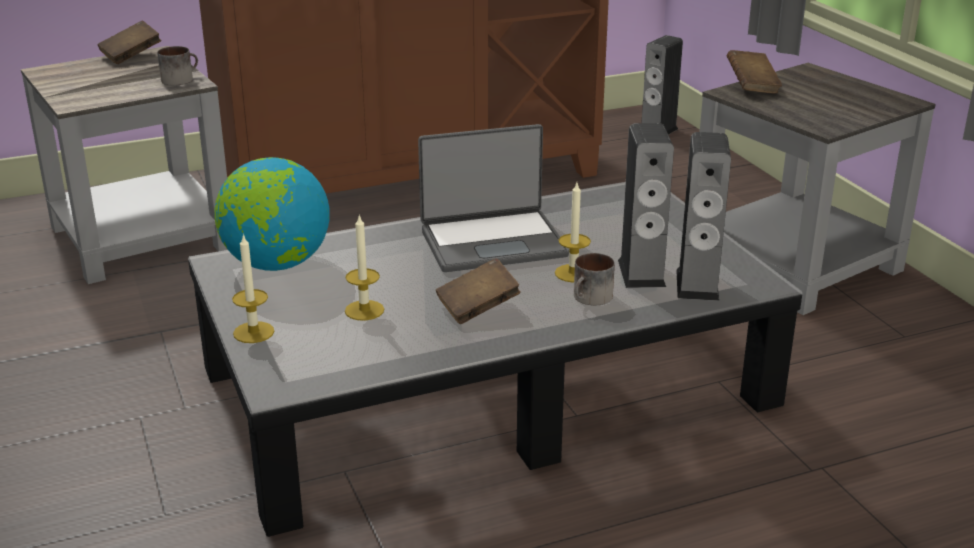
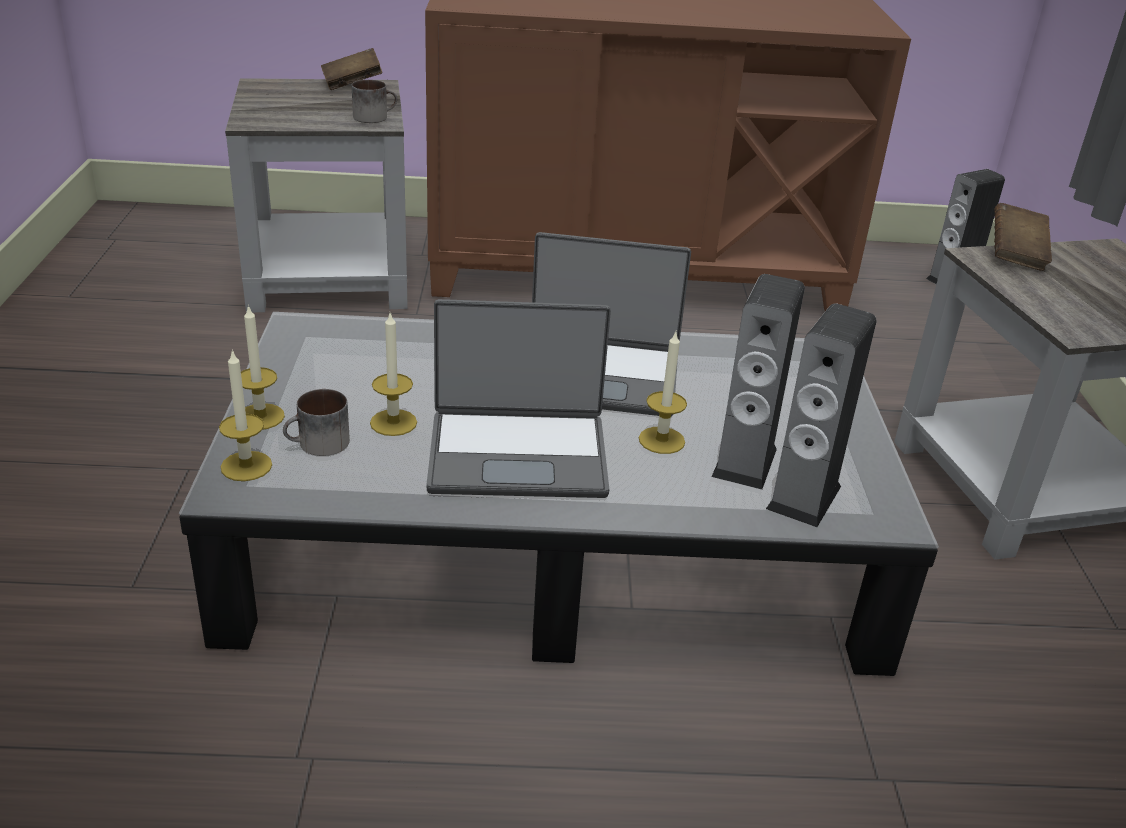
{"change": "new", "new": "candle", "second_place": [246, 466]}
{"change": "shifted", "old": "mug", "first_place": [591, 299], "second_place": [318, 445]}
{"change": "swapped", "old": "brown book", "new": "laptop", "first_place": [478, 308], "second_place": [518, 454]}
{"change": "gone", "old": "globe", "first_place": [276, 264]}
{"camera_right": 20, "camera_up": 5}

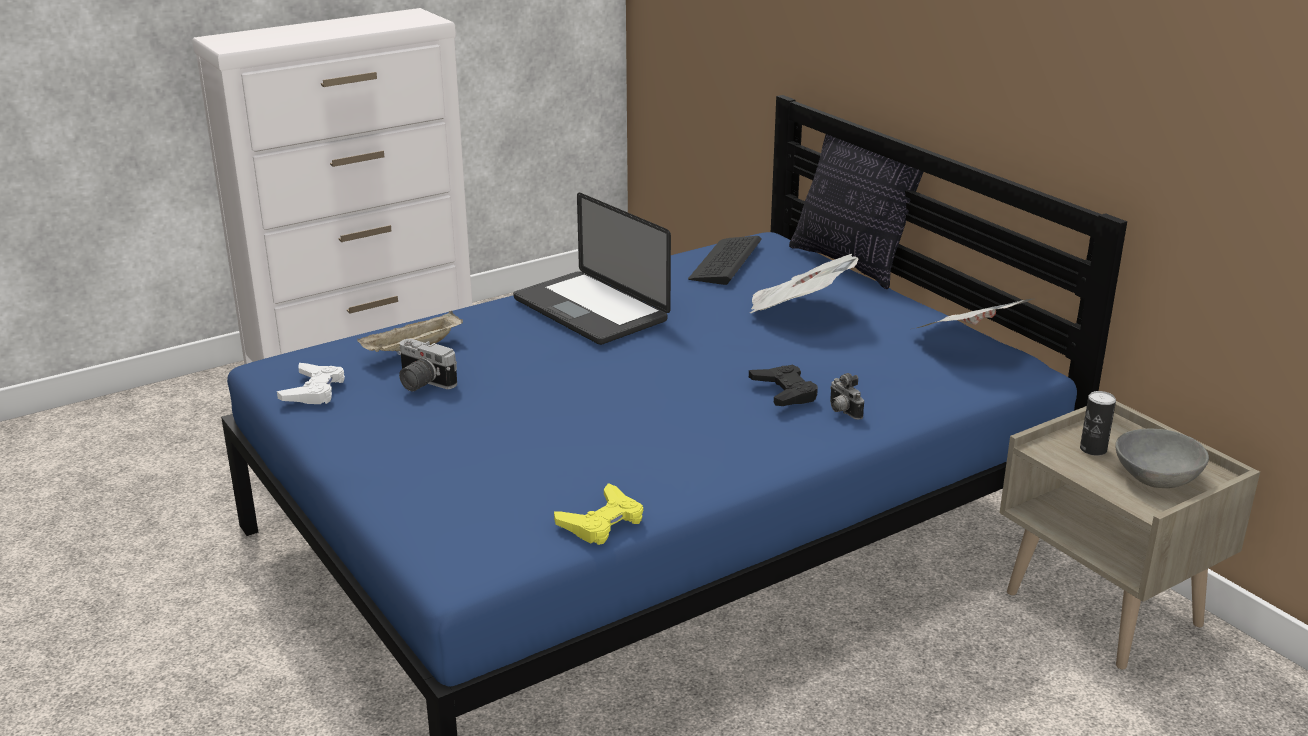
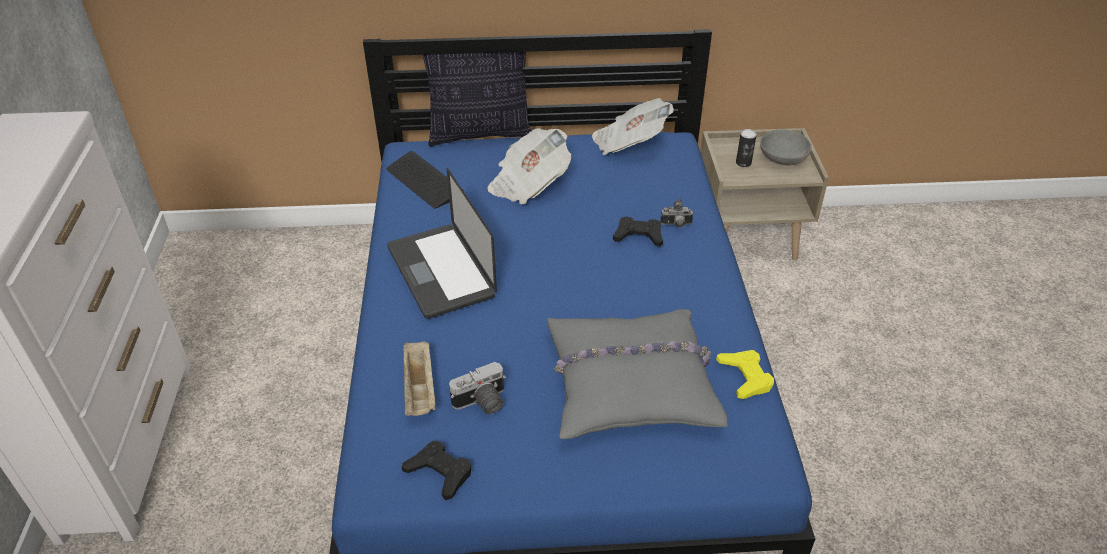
{"change": "rotated", "old": "laptop", "first_place": [590, 310], "second_place": [441, 272], "degrees": 75}
{"change": "repainted", "old": "white game controller", "new": "black game controller", "first_place": [314, 390], "second_place": [440, 472]}
{"change": "new", "new": "grey pillow", "second_place": [631, 383]}
{"camera_right": -60, "camera_up": 15}

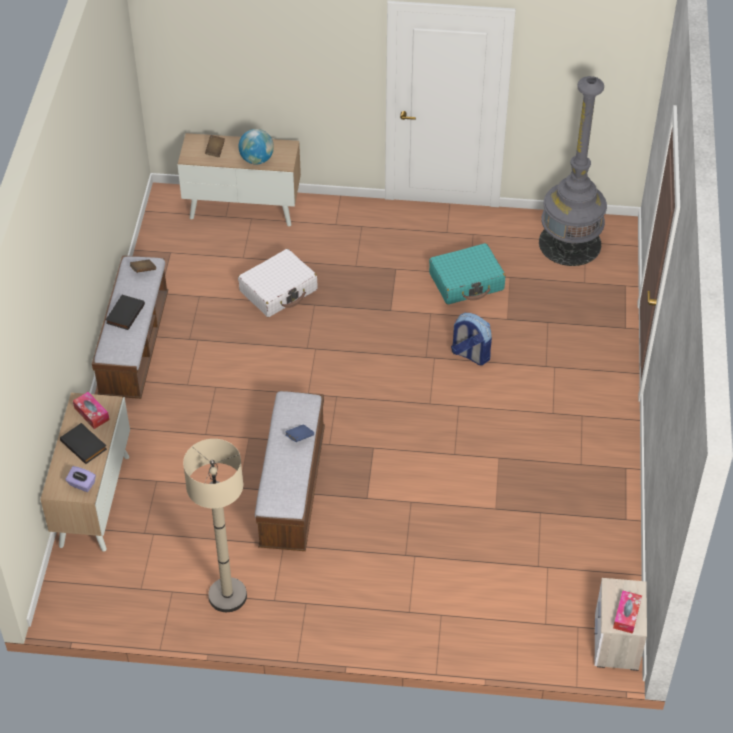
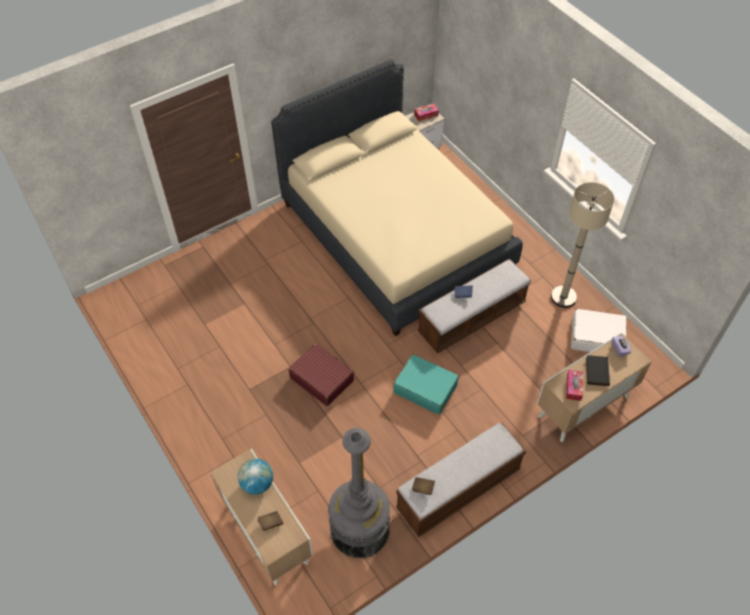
{"change": "new", "new": "beige bed", "second_place": [395, 235]}
{"change": "new", "new": "red suitcase", "second_place": [321, 379]}
{"change": "shifted", "old": "grey floor lamp", "first_place": [570, 243], "second_place": [359, 528]}
{"change": "shifted", "old": "turquoise suitcase", "first_place": [466, 282], "second_place": [425, 388]}
{"change": "shifted", "old": "white suitcase", "first_place": [278, 290], "second_place": [596, 337]}
{"change": "gone", "old": "black book", "first_place": [124, 313]}
{"change": "gone", "old": "backpack", "first_place": [470, 354]}
{"camera_right": -130, "camera_up": 5}

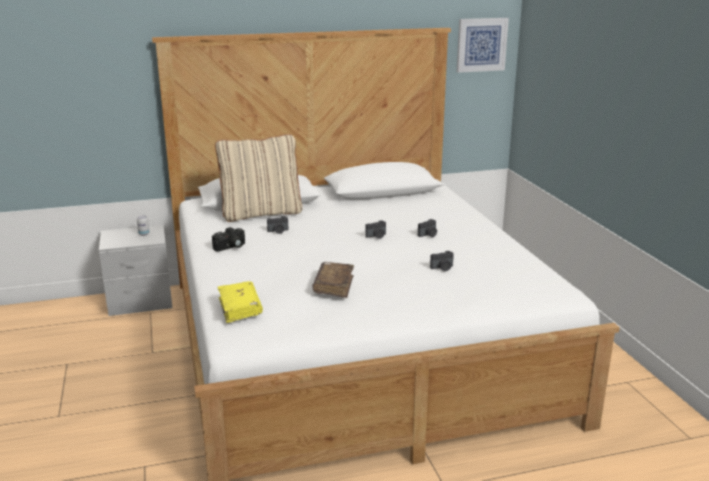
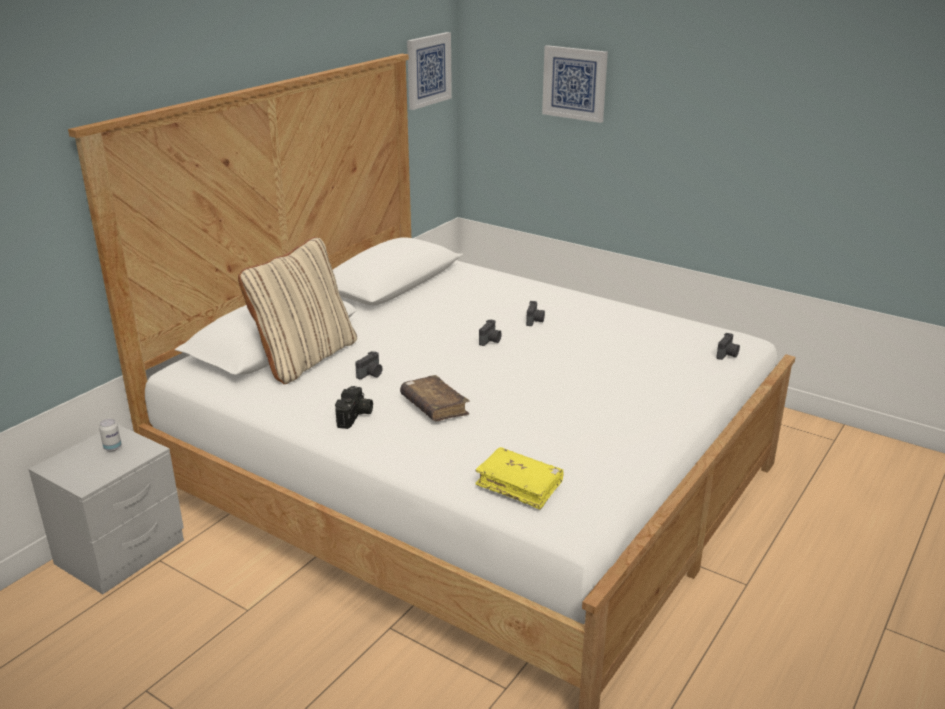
{"change": "shifted", "old": "brown book", "first_place": [334, 286], "second_place": [434, 407]}
{"change": "new", "new": "picture", "second_place": [575, 83]}
{"change": "shifted", "old": "photo camera", "first_place": [442, 268], "second_place": [727, 355]}
{"camera_right": -40, "camera_up": 5}

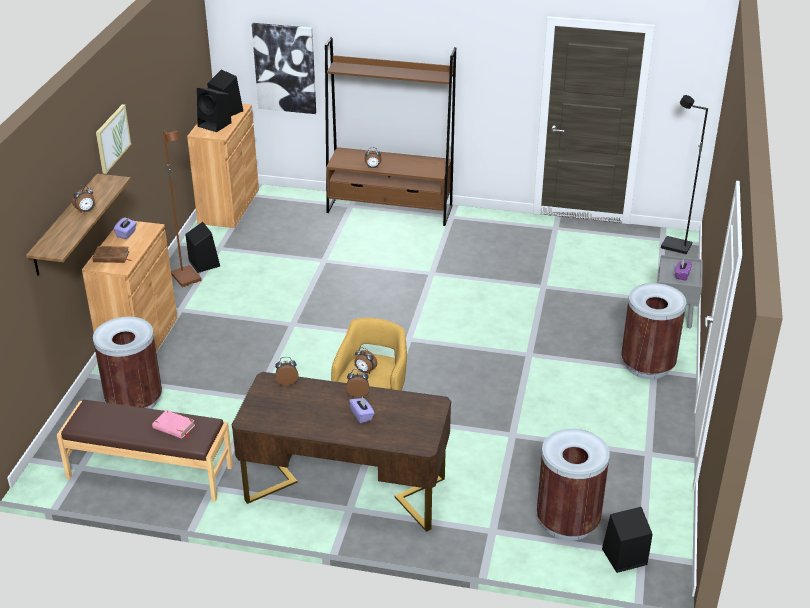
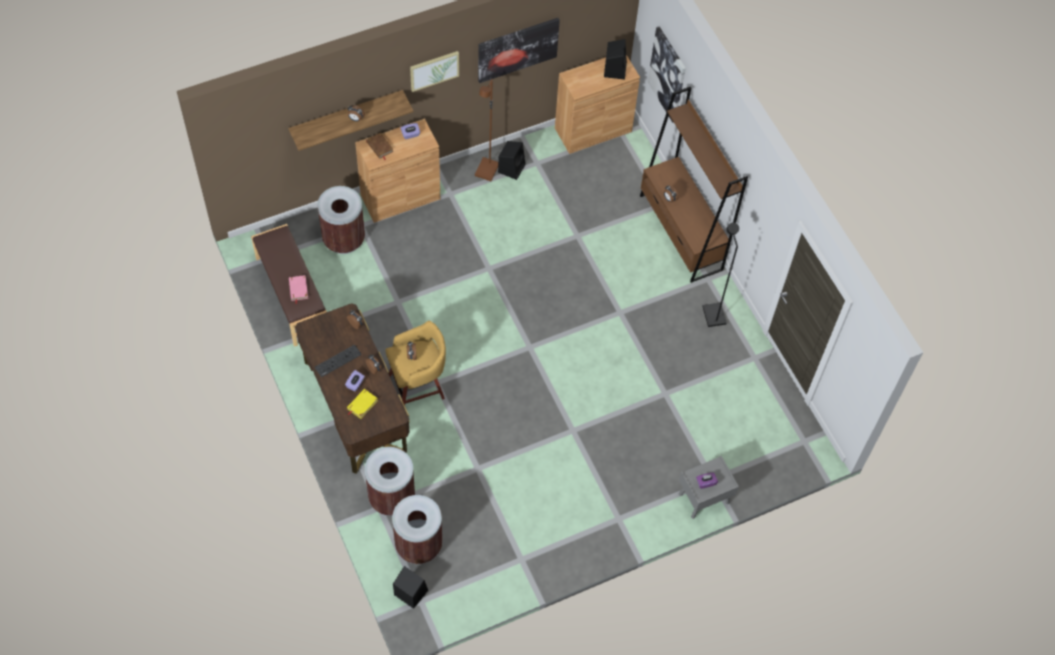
{"change": "new", "new": "keyboard", "second_place": [338, 361]}
{"change": "new", "new": "yellow book", "second_place": [362, 404]}
{"change": "shifted", "old": "brown trash can", "first_place": [647, 365], "second_place": [392, 498]}
{"change": "new", "new": "picture", "second_place": [517, 49]}
{"change": "shifted", "old": "black floor lamp", "first_place": [675, 247], "second_place": [713, 315]}
{"change": "gone", "old": "black speaker", "first_place": [215, 125]}
{"camera_right": 50, "camera_up": 25}

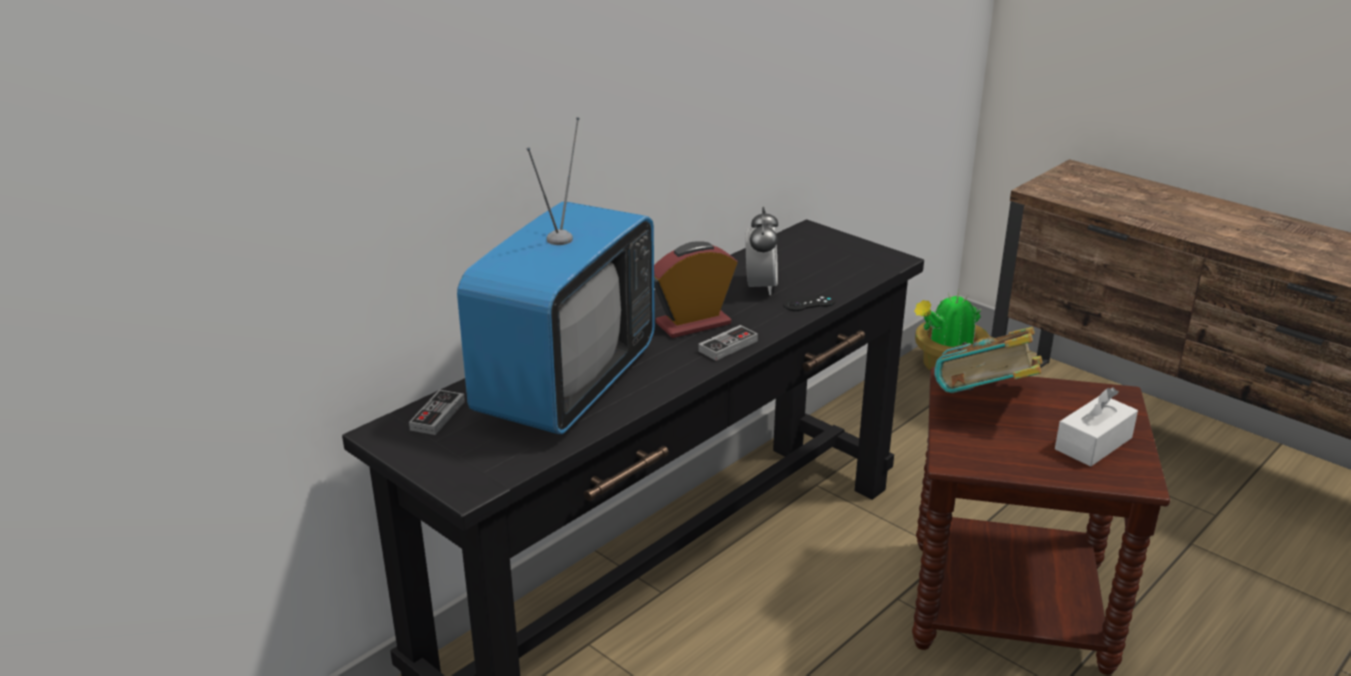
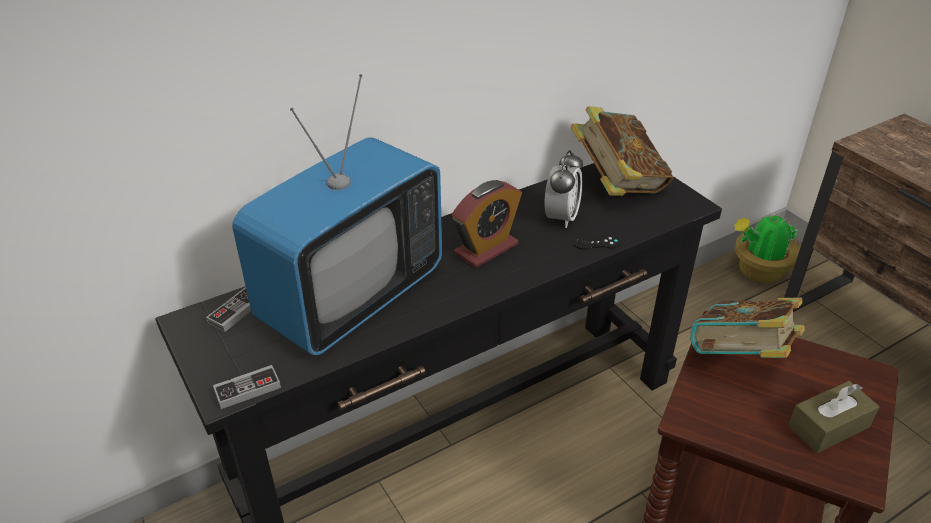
{"change": "shifted", "old": "game controller", "first_place": [728, 346], "second_place": [247, 389]}
{"change": "rotated", "old": "alarm clock", "first_place": [693, 324], "second_place": [486, 249], "degrees": 150}
{"change": "new", "new": "book", "second_place": [617, 184]}
{"change": "repainted", "old": "white tissue box", "new": "brown tissue box", "first_place": [1093, 443], "second_place": [828, 426]}
{"camera_right": 15, "camera_up": 10}

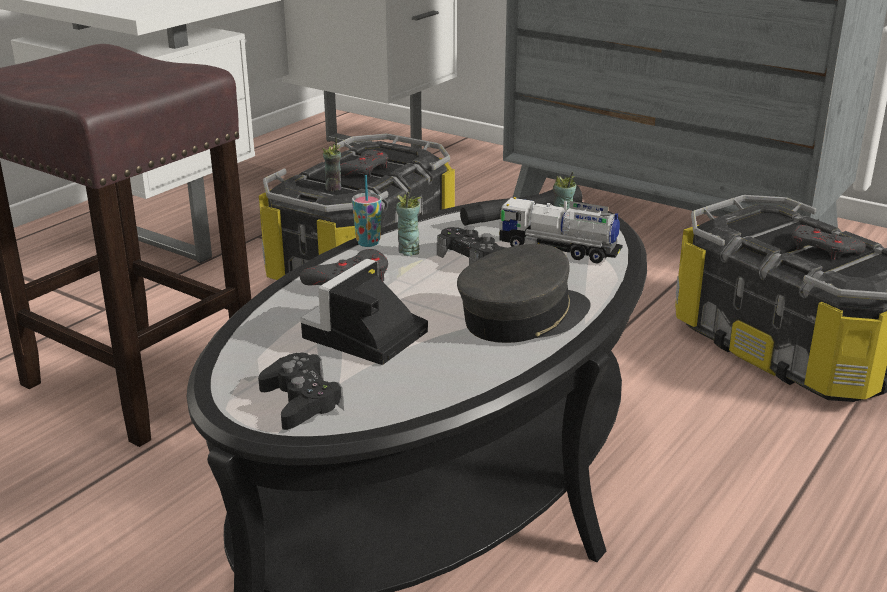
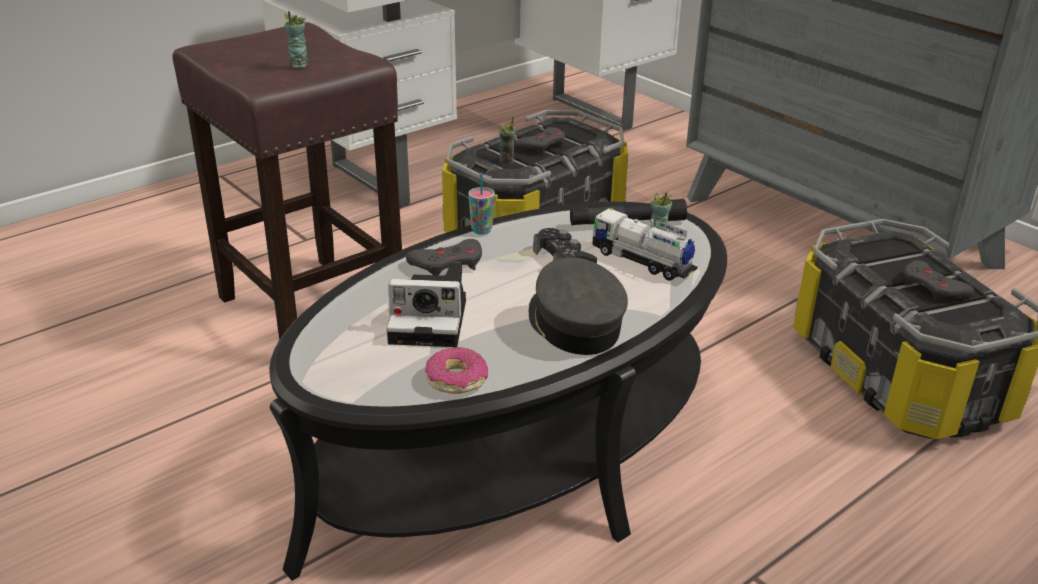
{"change": "shifted", "old": "cup", "first_place": [408, 251], "second_place": [299, 64]}
{"change": "rotated", "old": "photo camera", "first_place": [364, 337], "second_place": [432, 321], "degrees": -135}
{"change": "new", "new": "donut", "second_place": [456, 379]}
{"change": "rotated", "old": "grey cap", "first_place": [523, 317], "second_place": [573, 324], "degrees": -90}
{"change": "gone", "old": "black game controller", "first_place": [301, 401]}
{"camera_right": 15, "camera_up": 5}

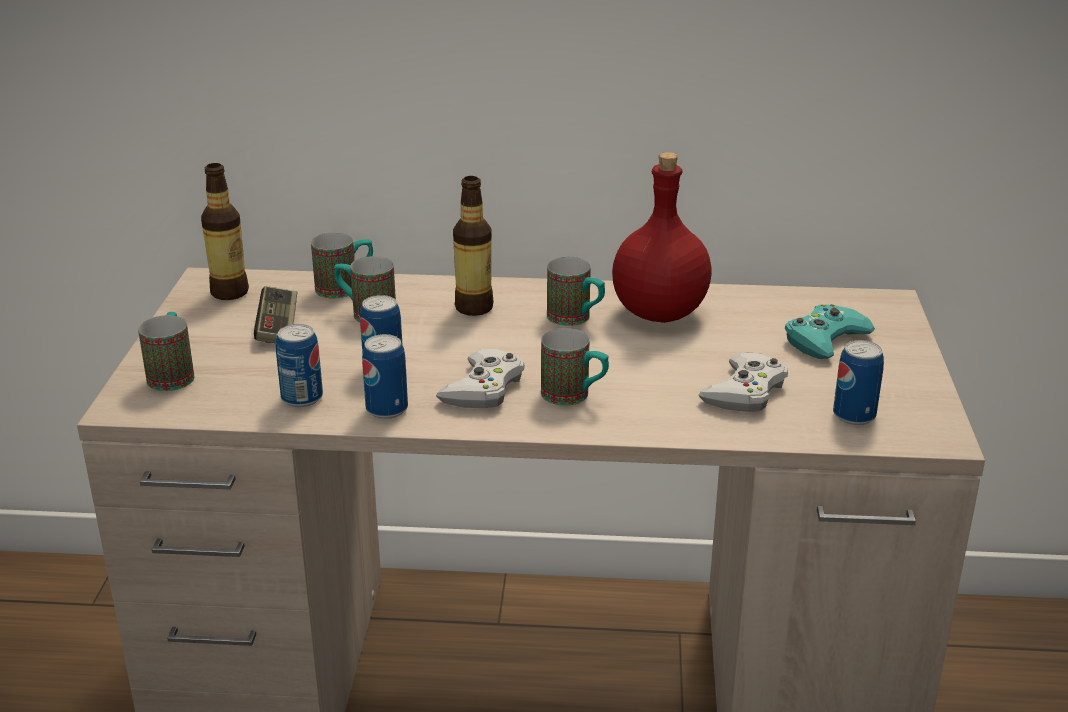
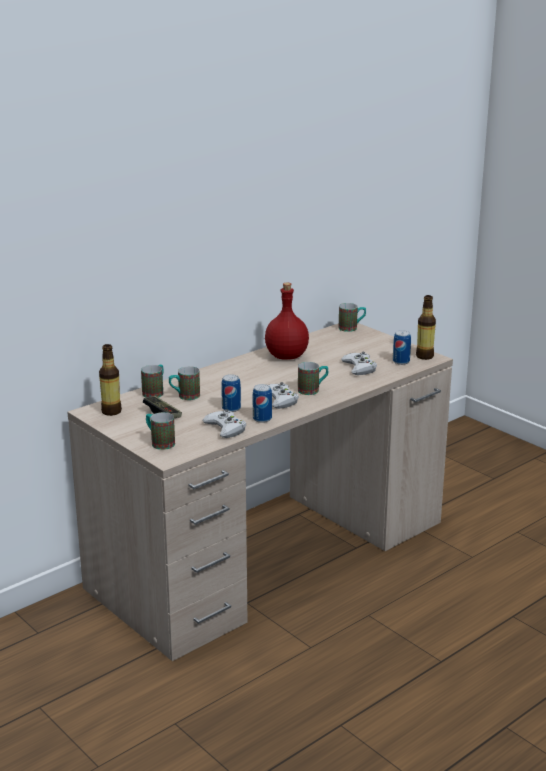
{"change": "swapped", "old": "can", "new": "white game controller", "first_place": [302, 398], "second_place": [225, 428]}
{"change": "shifted", "old": "mug", "first_place": [576, 319], "second_place": [352, 328]}
{"change": "shifted", "old": "bottle", "first_place": [474, 307], "second_place": [424, 356]}
{"change": "gone", "old": "turquoise game controller", "first_place": [825, 339]}
{"camera_right": -45, "camera_up": -5}

